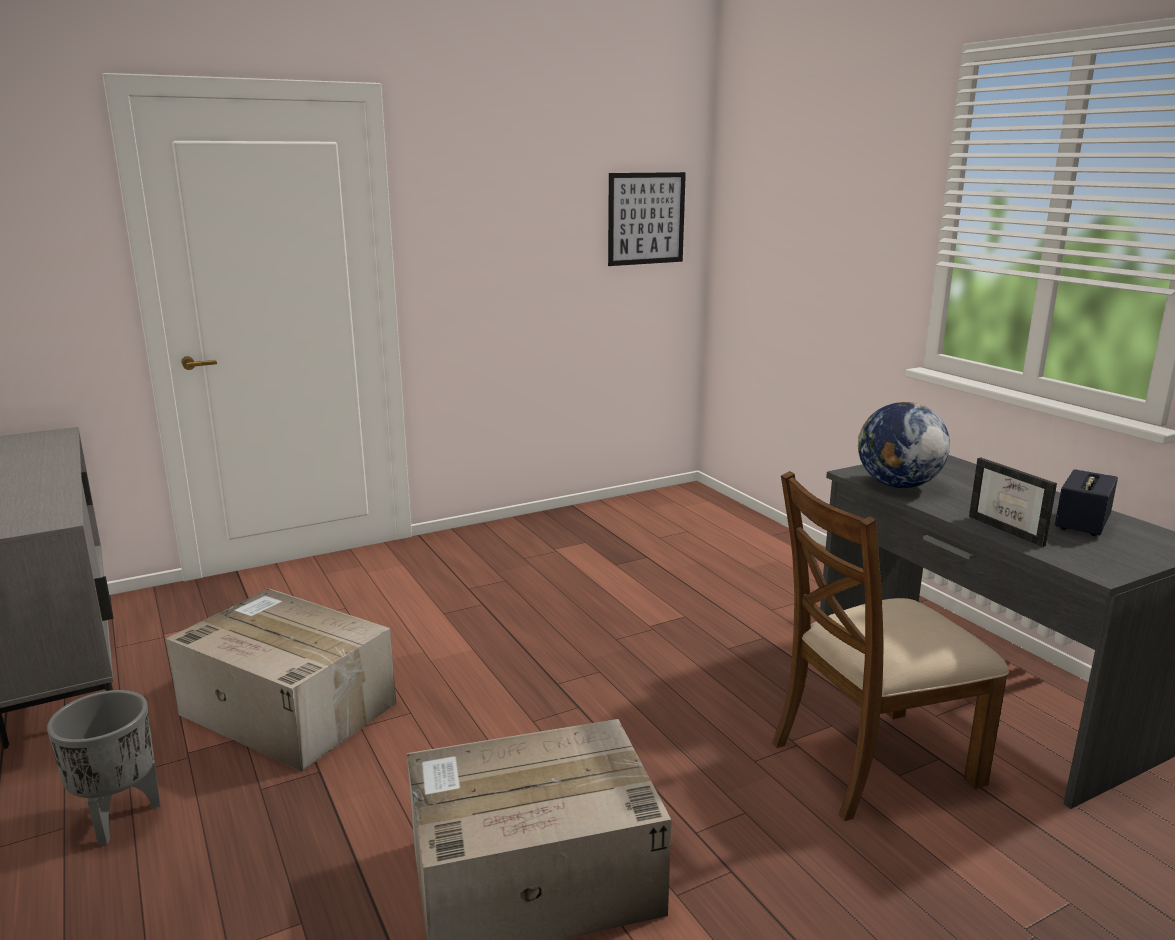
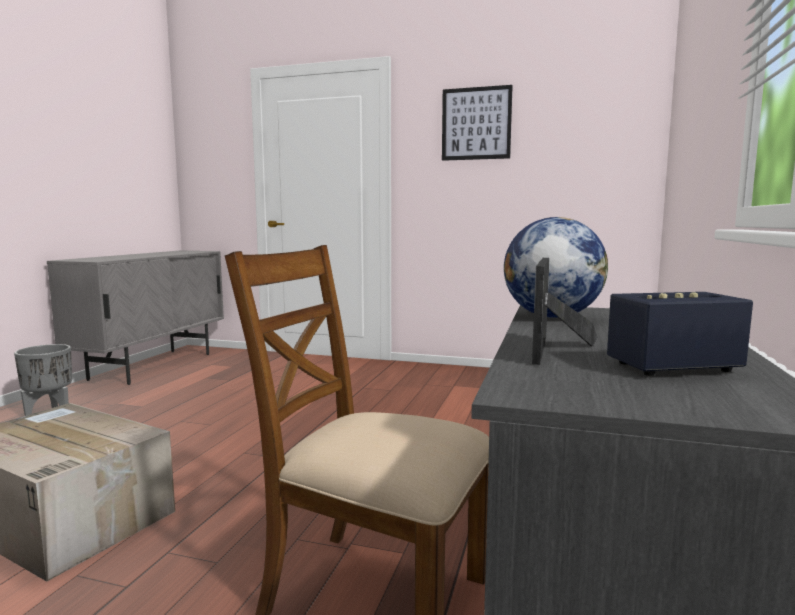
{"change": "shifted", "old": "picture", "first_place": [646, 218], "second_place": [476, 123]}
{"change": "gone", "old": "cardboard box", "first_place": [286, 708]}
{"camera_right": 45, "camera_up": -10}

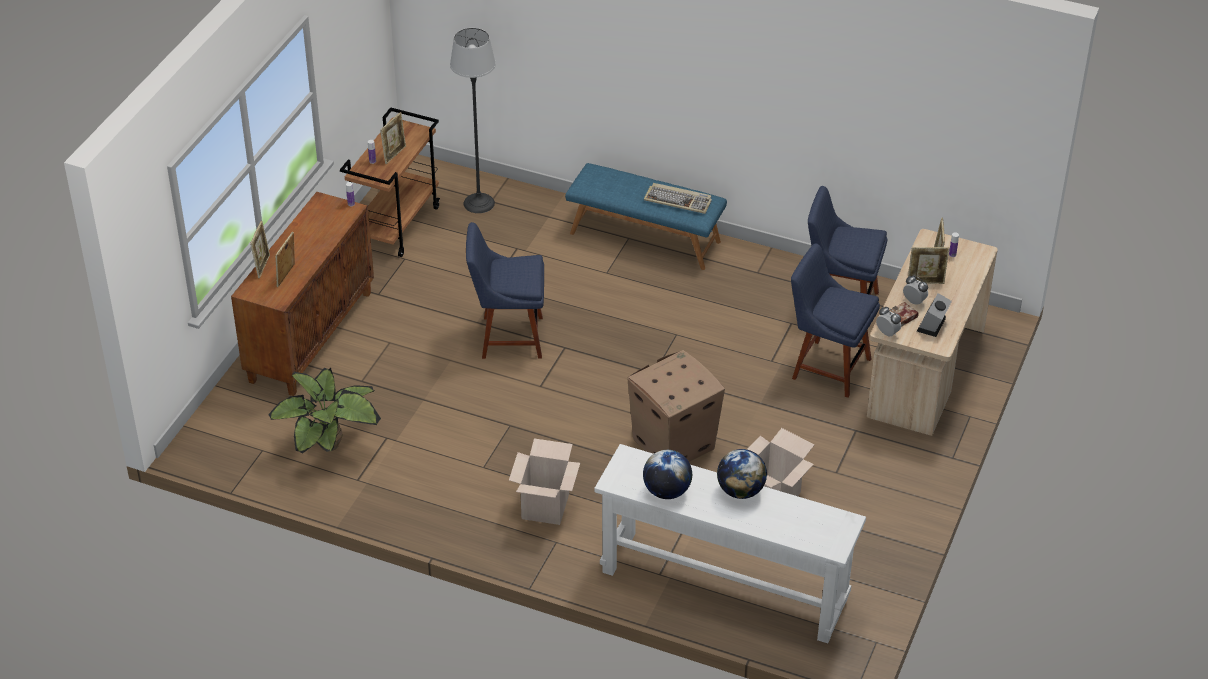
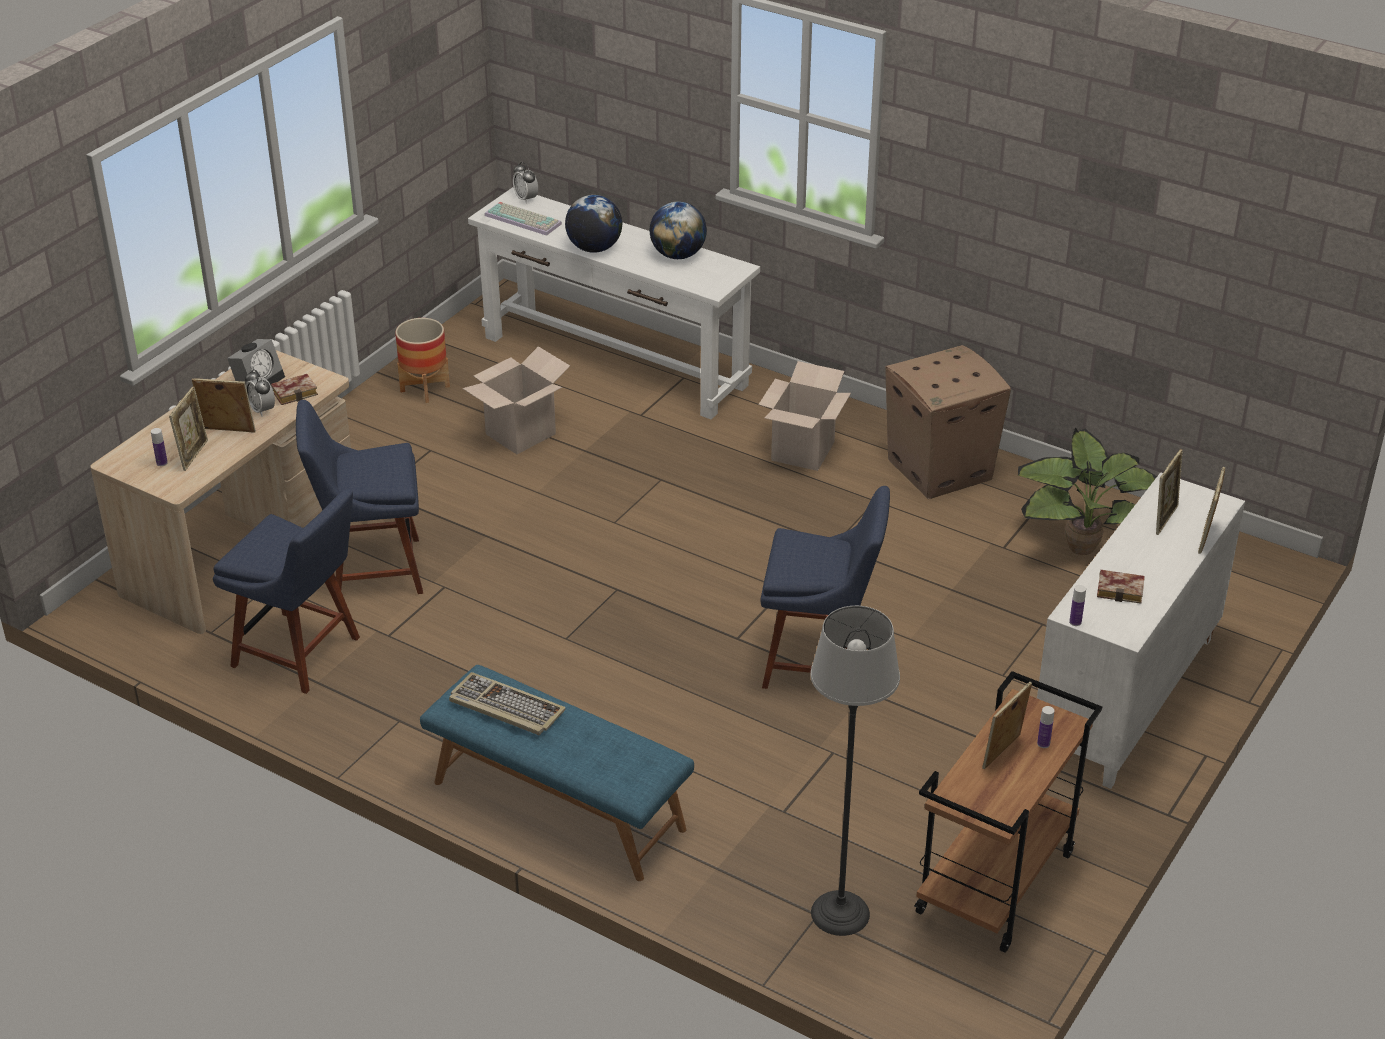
{"change": "rotated", "old": "blue chair", "first_place": [827, 367], "second_place": [370, 570], "degrees": 135}
{"change": "new", "new": "planter", "second_place": [425, 389]}
{"change": "new", "new": "keyboard", "second_place": [524, 219]}
{"change": "shifted", "old": "alarm clock", "first_place": [887, 333], "second_place": [526, 199]}
{"change": "shifted", "old": "cardboard box", "first_place": [672, 444], "second_place": [941, 469]}
{"change": "repainted", "old": "brown cabinet", "new": "white cabinet", "first_place": [310, 336], "second_place": [1127, 698]}
{"change": "new", "new": "book", "second_place": [1122, 590]}
{"camera_right": -170, "camera_up": -5}

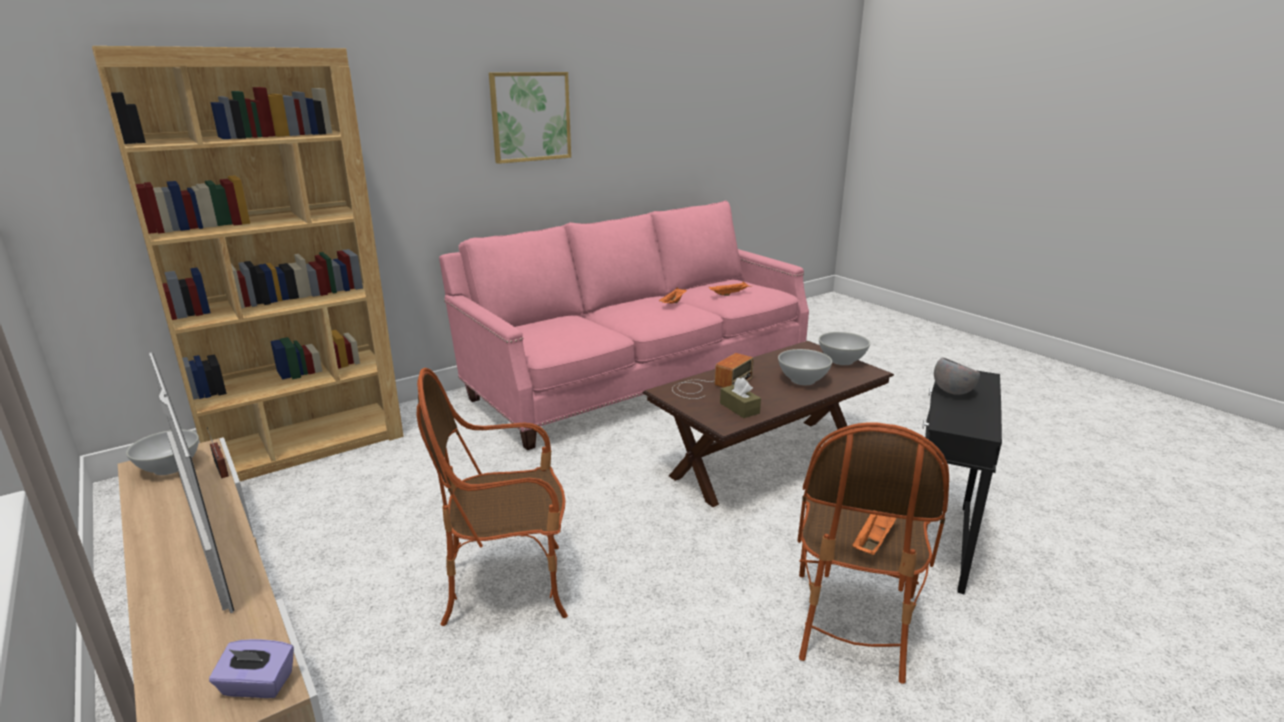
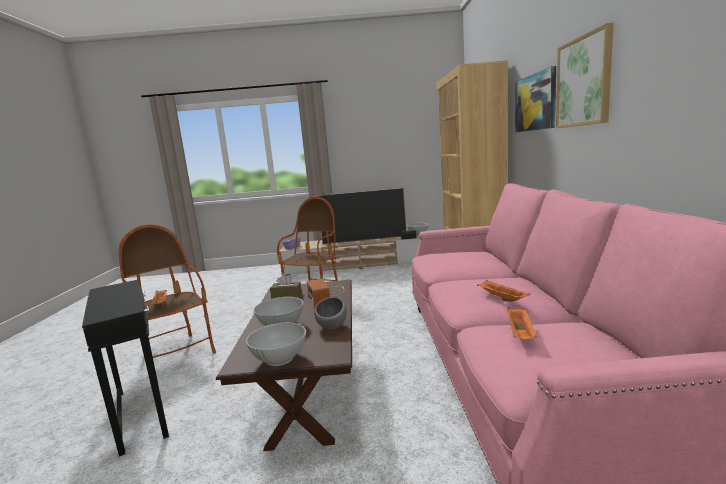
{"change": "shifted", "old": "grey bowl", "first_place": [952, 392], "second_place": [332, 326]}
{"change": "new", "new": "picture", "second_place": [535, 102]}
{"camera_right": 125, "camera_up": -10}

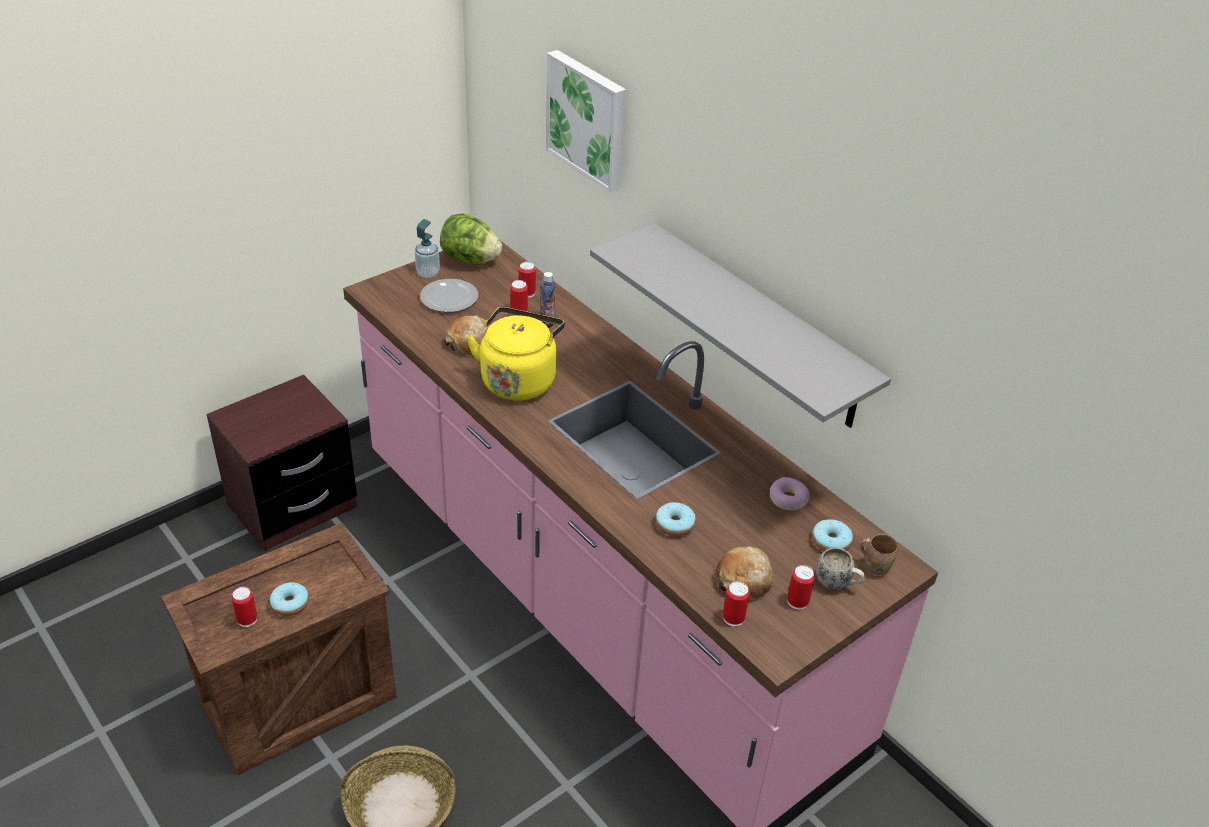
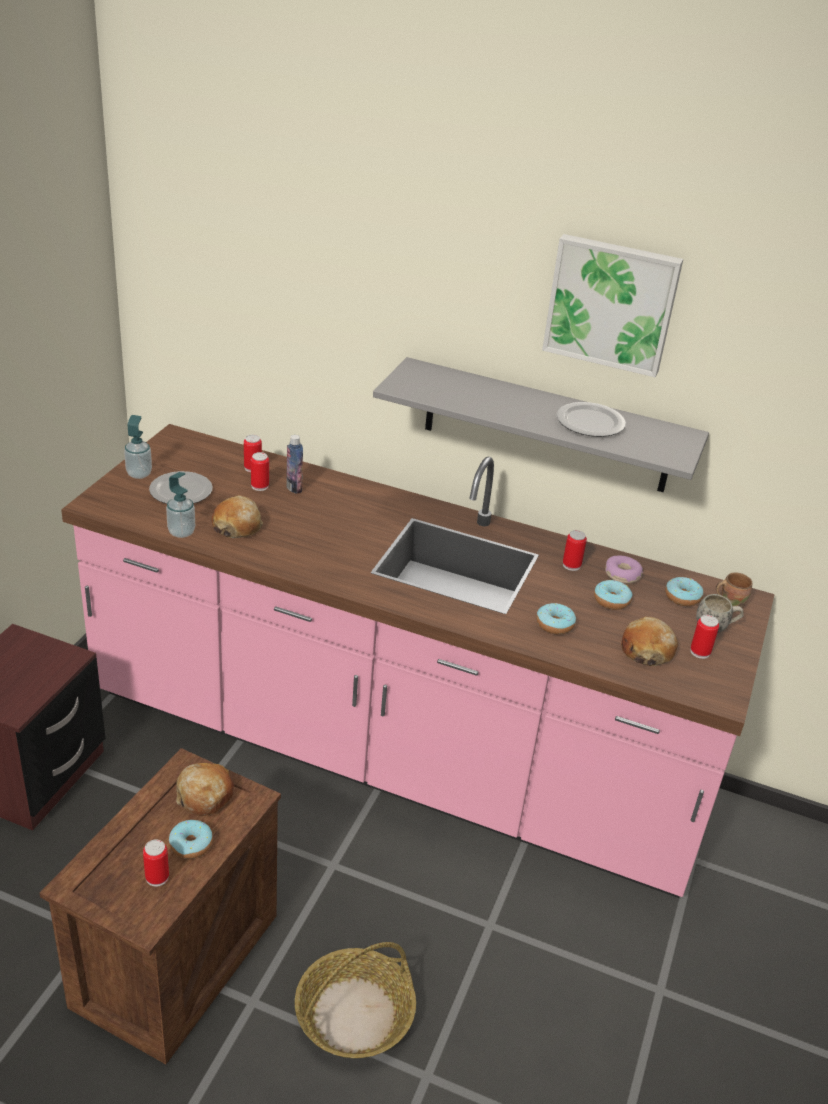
{"change": "new", "new": "soap dispenser", "second_place": [181, 532]}
{"change": "new", "new": "bread", "second_place": [204, 795]}
{"change": "shifted", "old": "picture", "first_place": [589, 119], "second_place": [611, 304]}
{"change": "new", "new": "plate", "second_place": [590, 423]}
{"change": "shifted", "old": "can", "first_place": [733, 618], "second_place": [571, 565]}
{"change": "new", "new": "donut", "second_place": [611, 600]}
{"change": "gone", "old": "lettuce", "first_place": [470, 260]}
{"change": "gone", "old": "yellow kettle", "first_place": [519, 379]}
{"camera_right": -30, "camera_up": -5}

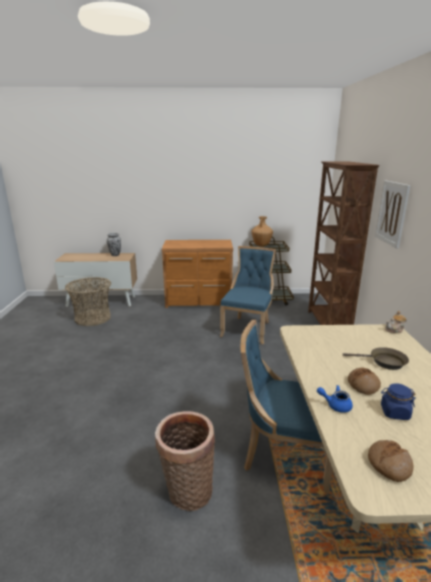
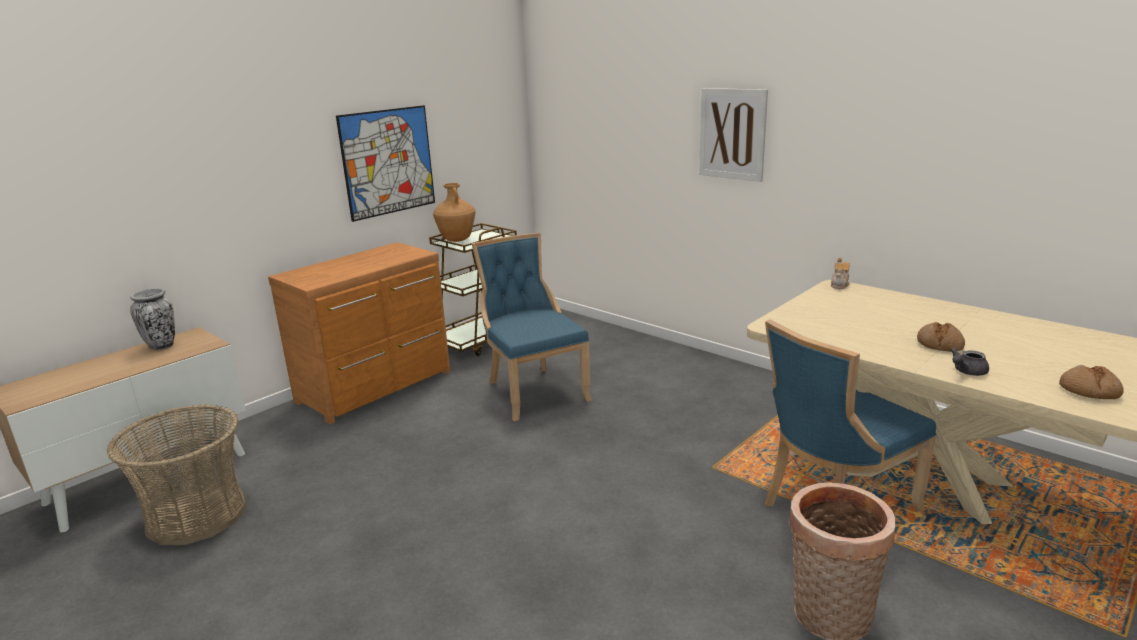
{"change": "new", "new": "picture", "second_place": [388, 162]}
{"change": "repainted", "old": "blue teapot", "new": "grey teapot", "first_place": [335, 405], "second_place": [966, 372]}
{"change": "gone", "old": "brown bookcase", "first_place": [327, 324]}
{"change": "gone", "old": "brown frying pan", "first_place": [384, 362]}
{"change": "gone", "old": "blue jar", "first_place": [394, 412]}
{"camera_right": -45, "camera_up": 0}

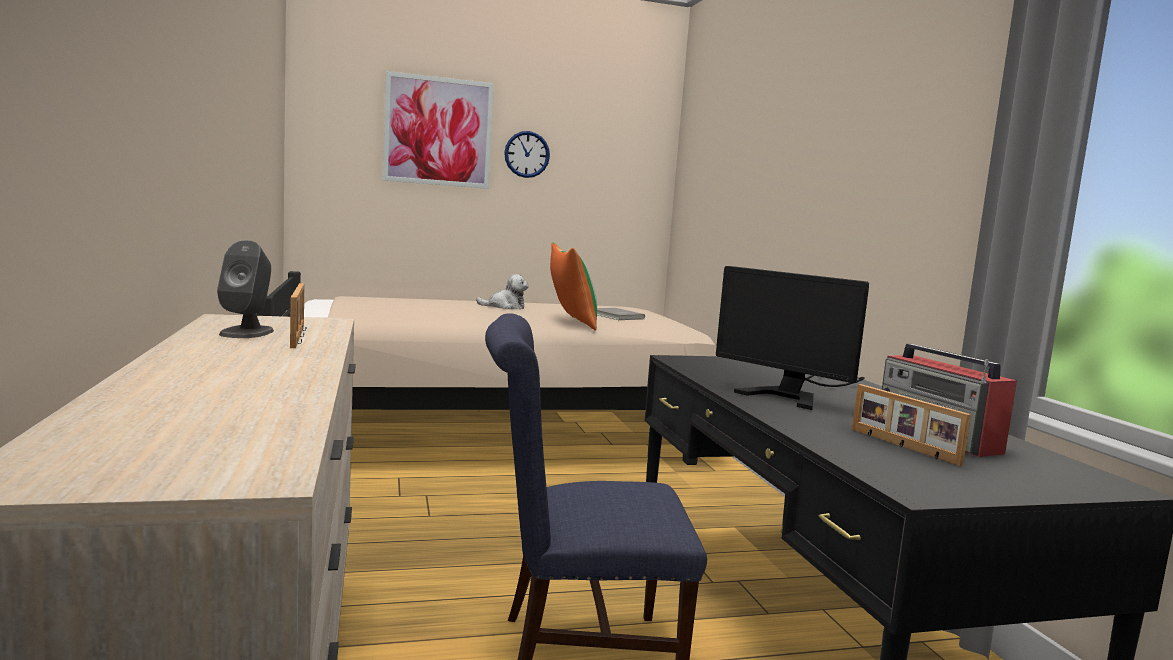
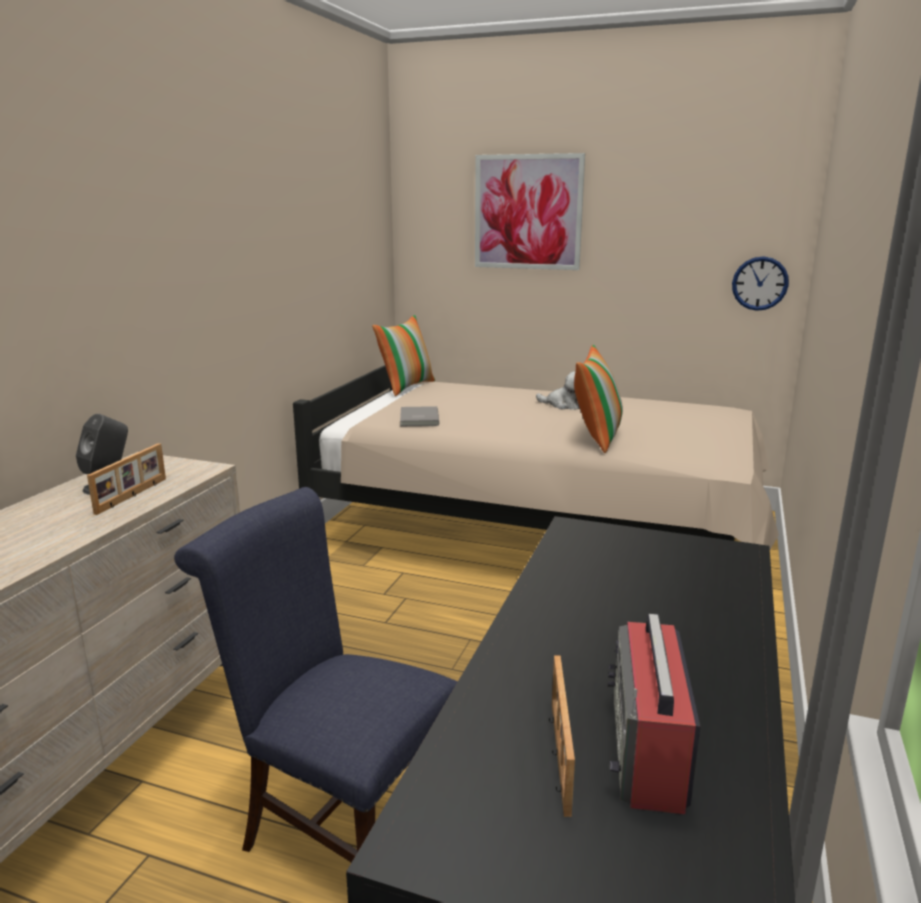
{"change": "new", "new": "pillow", "second_place": [406, 387]}
{"change": "shifted", "old": "grey book", "first_place": [616, 316], "second_place": [418, 419]}
{"change": "shifted", "old": "wall clock", "first_place": [527, 154], "second_place": [760, 283]}
{"change": "gone", "old": "monitor", "first_place": [794, 394]}
{"camera_right": 35, "camera_up": 10}

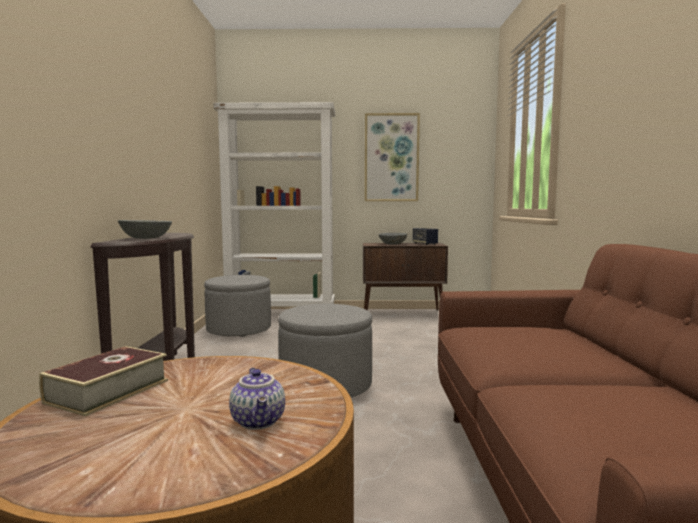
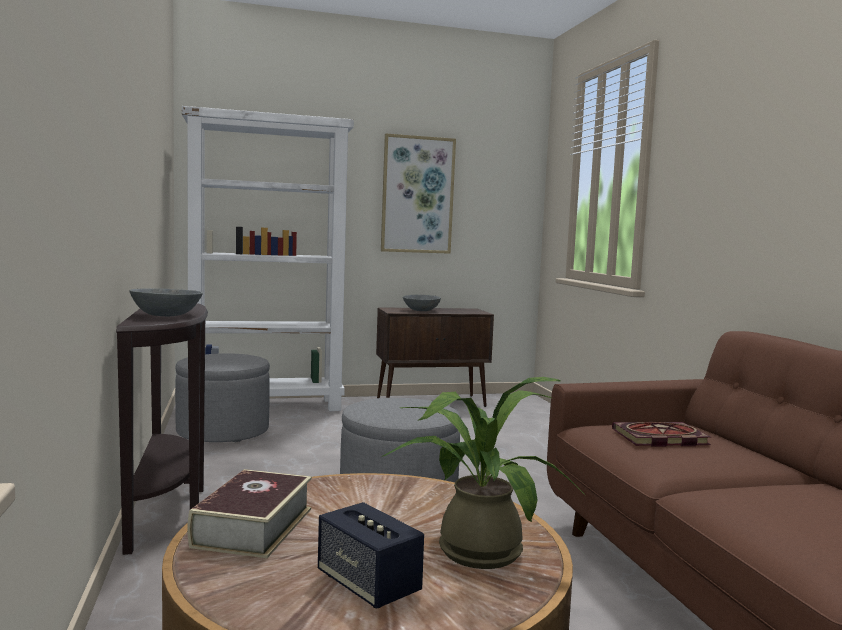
{"change": "shifted", "old": "speaker", "first_place": [425, 244], "second_place": [368, 585]}
{"change": "swapped", "old": "teapot", "new": "potted plant", "first_place": [259, 421], "second_place": [473, 547]}
{"change": "new", "new": "book", "second_place": [658, 438]}
{"camera_right": -15, "camera_up": 0}

